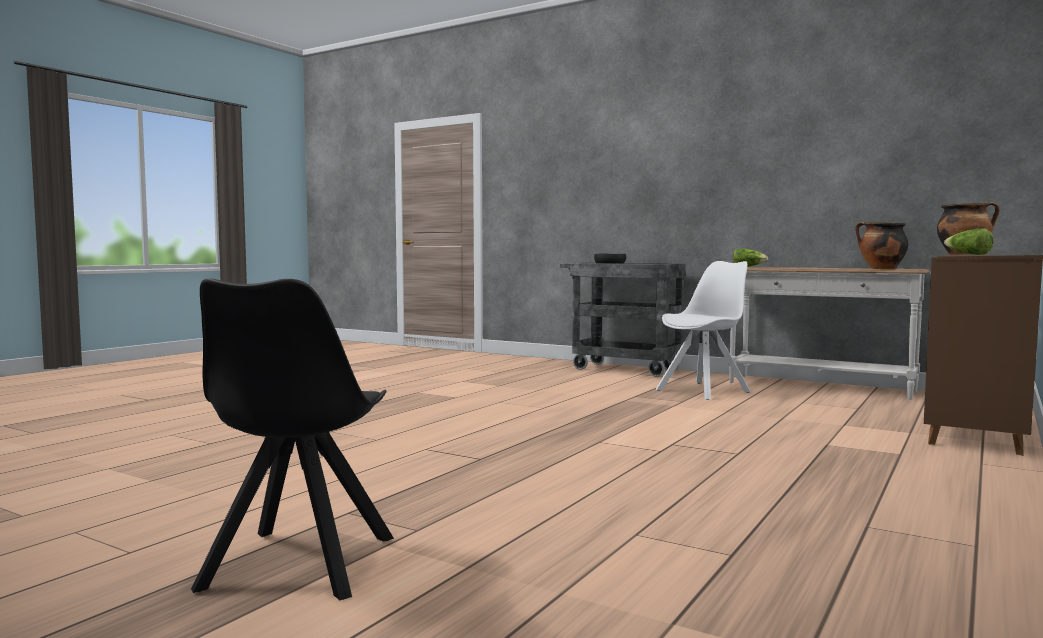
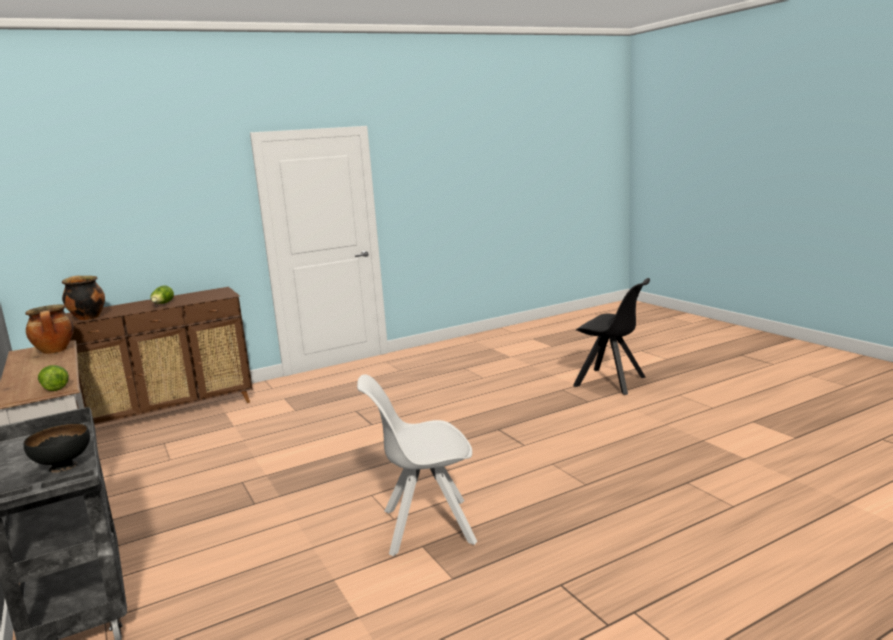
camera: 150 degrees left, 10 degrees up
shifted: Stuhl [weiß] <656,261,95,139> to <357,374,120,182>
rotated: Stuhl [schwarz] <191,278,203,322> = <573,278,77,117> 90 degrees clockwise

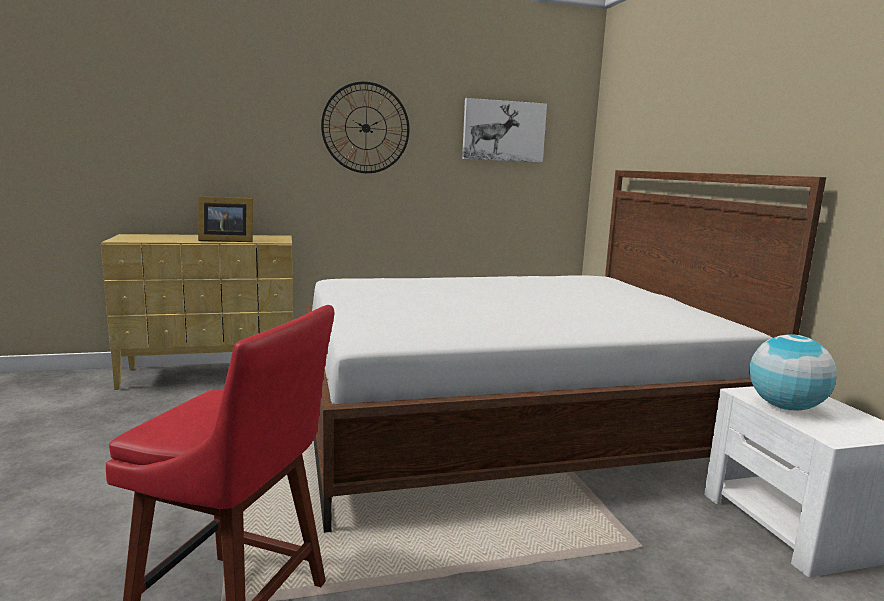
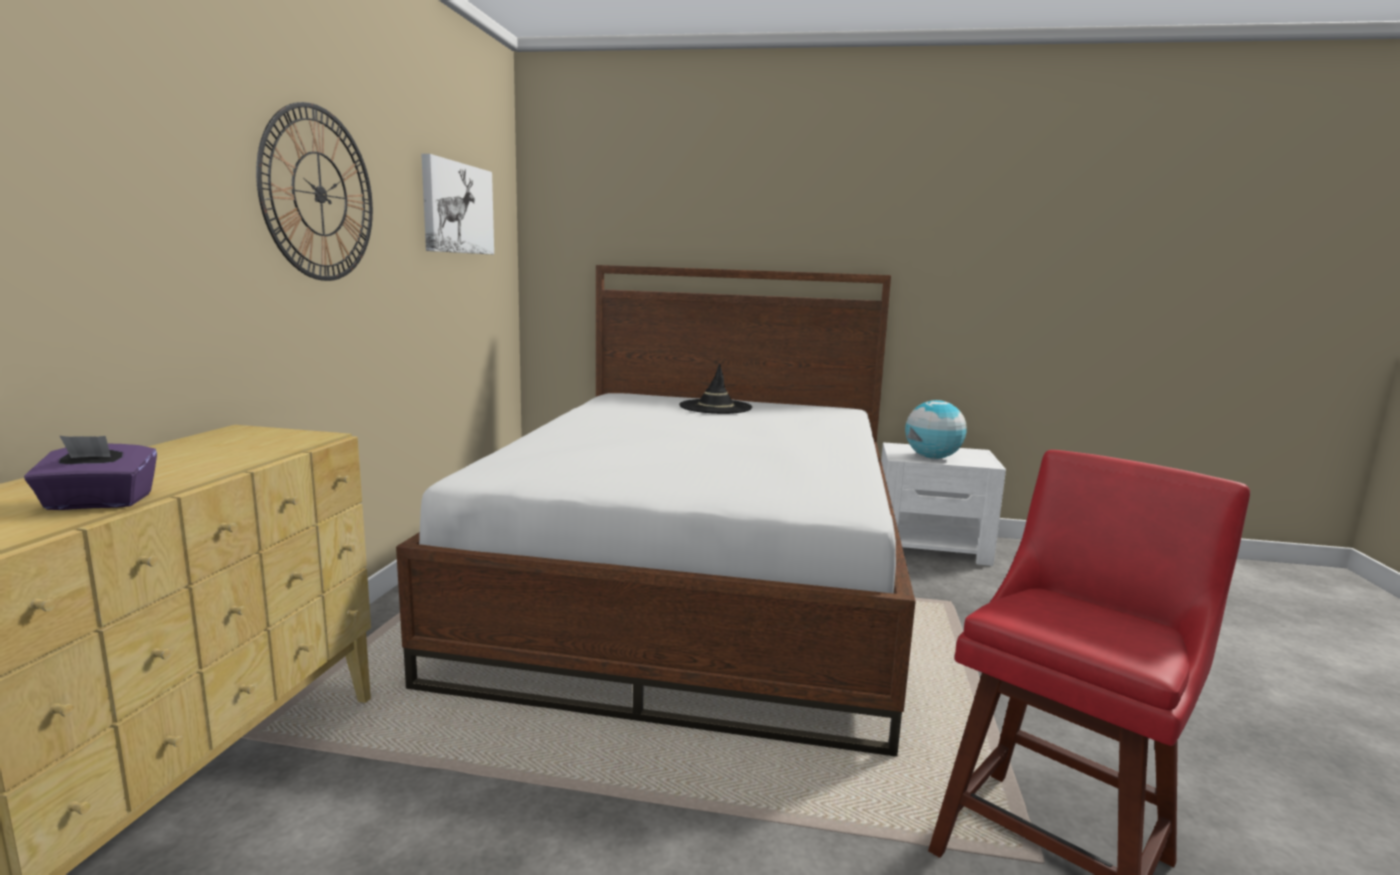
camera: 65 degrees left, 0 degrees up
gone: Bilderrahmen <198,196,55,46>
new: Taschentuchbox [lila] <24,436,133,74>; Hut [schwarz] <679,363,73,51>

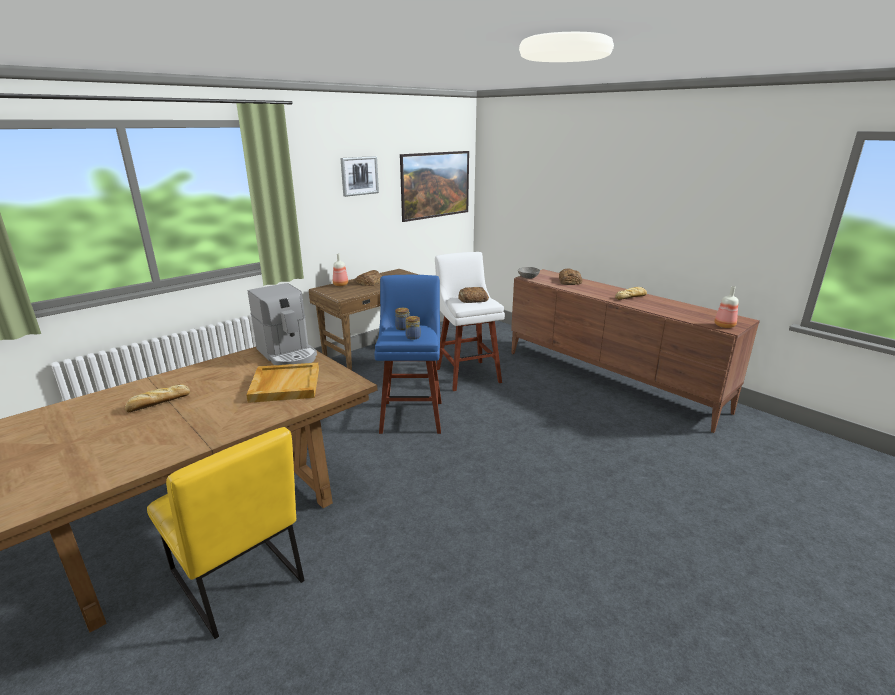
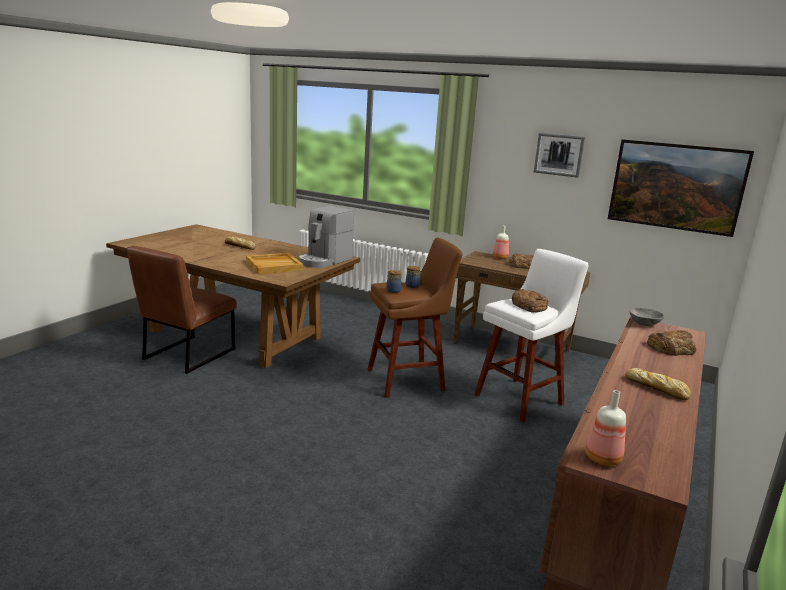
camera: 70 degrees right, 5 degrees down
repainted: Stuhl [gelb] <147,427,158,212> to Stuhl [braun] <127,246,110,128>; Hocker [blau] <374,275,68,159> to Hocker [braun] <367,237,96,161>

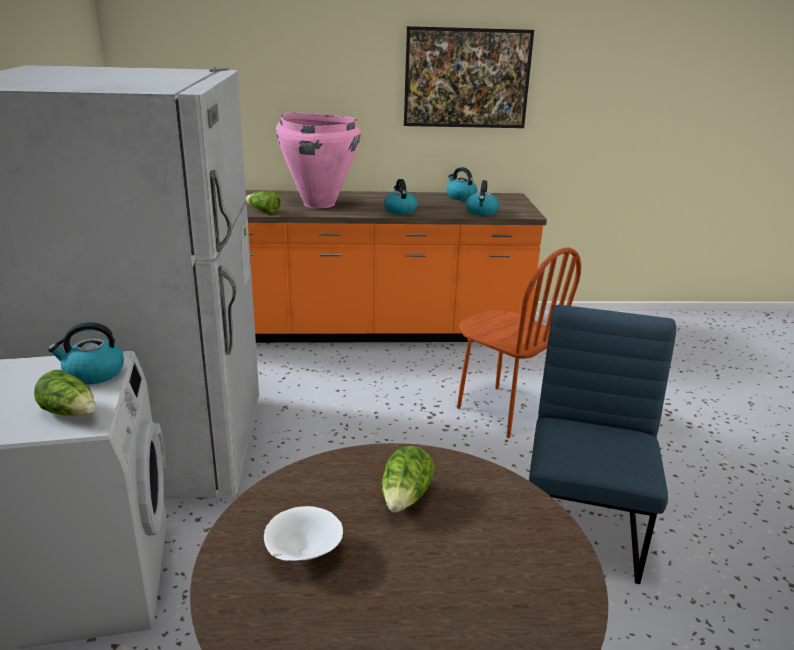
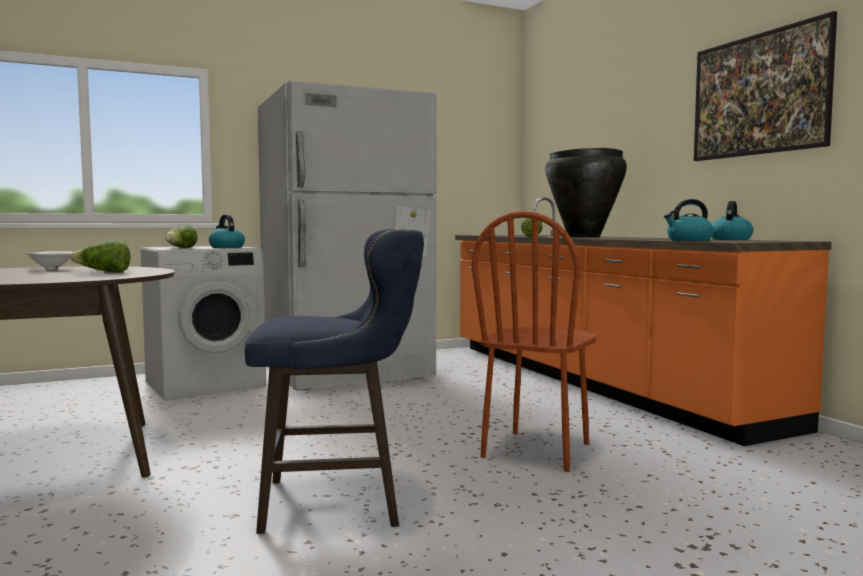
camera: 70 degrees right, 20 degrees down
gone: Wasserkessel <384,179,34,36>
swapped: Stuhl [blau] <529,305,147,279> to Hocker [blau] <245,229,179,305>
repainted: Vase [rosa] <276,113,85,95> to Vase [schwarz] <545,148,82,89>

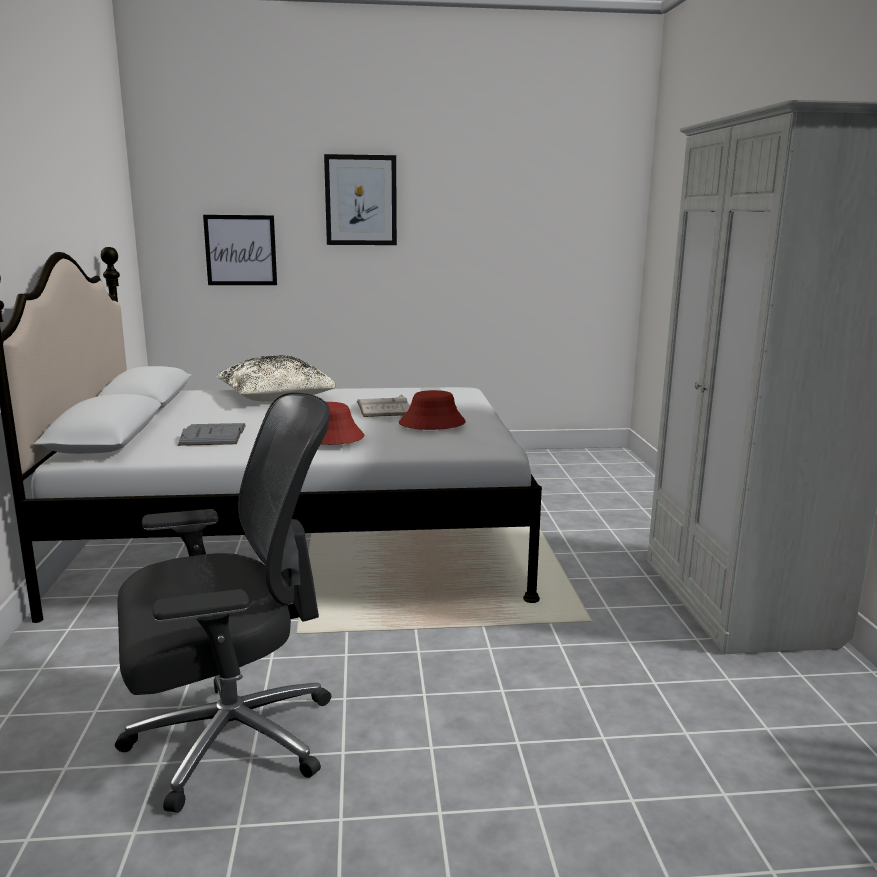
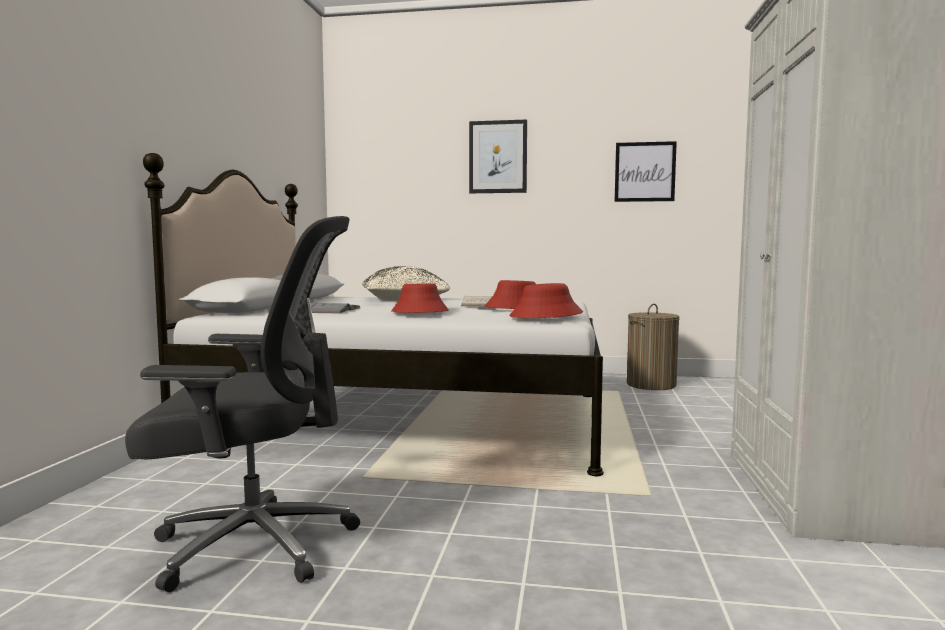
camera: 15 degrees right, 10 degrees down
new: Hut [rot] <510,283,73,35>; Wäschekorb <627,304,52,86>
shifted: Bild <203,215,74,70> to <615,141,62,61>

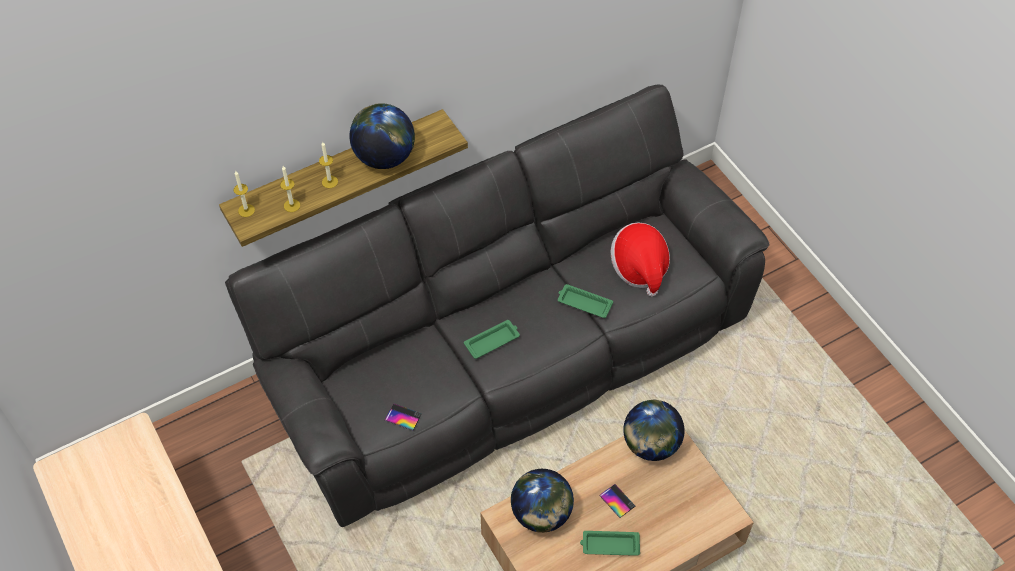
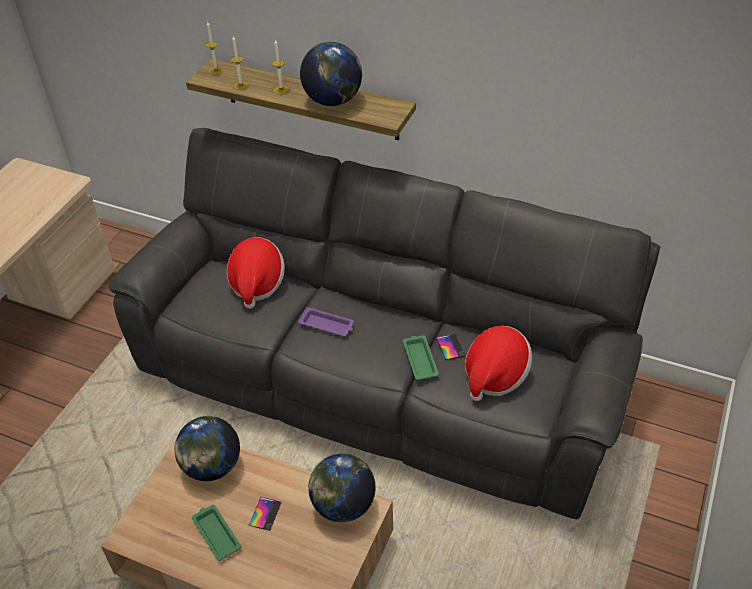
camera: 55 degrees right, 10 degrees down
new: Hut <227,237,58,72>
shifted: Handy <385,403,37,27> to <436,334,29,26>
repainted: Tablett [grün] <464,320,56,39> to Tablett [lila] <298,307,56,30>

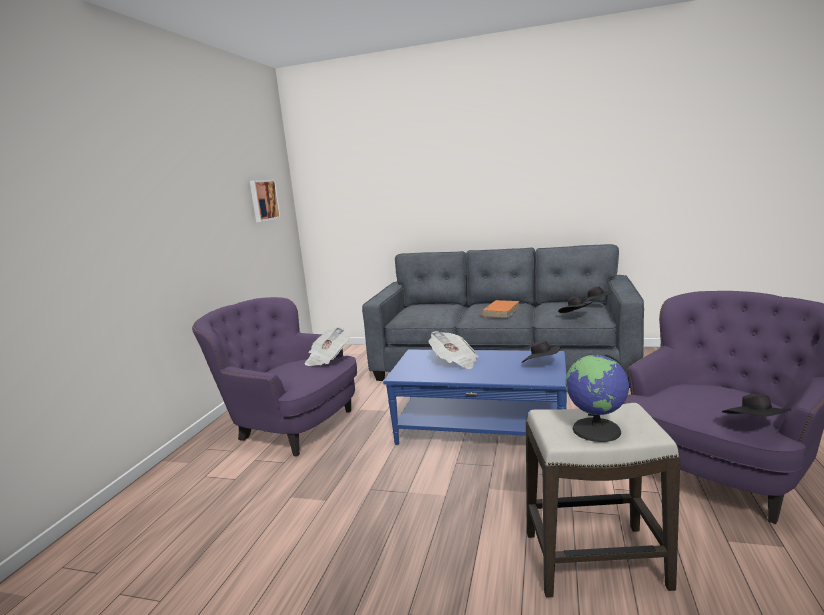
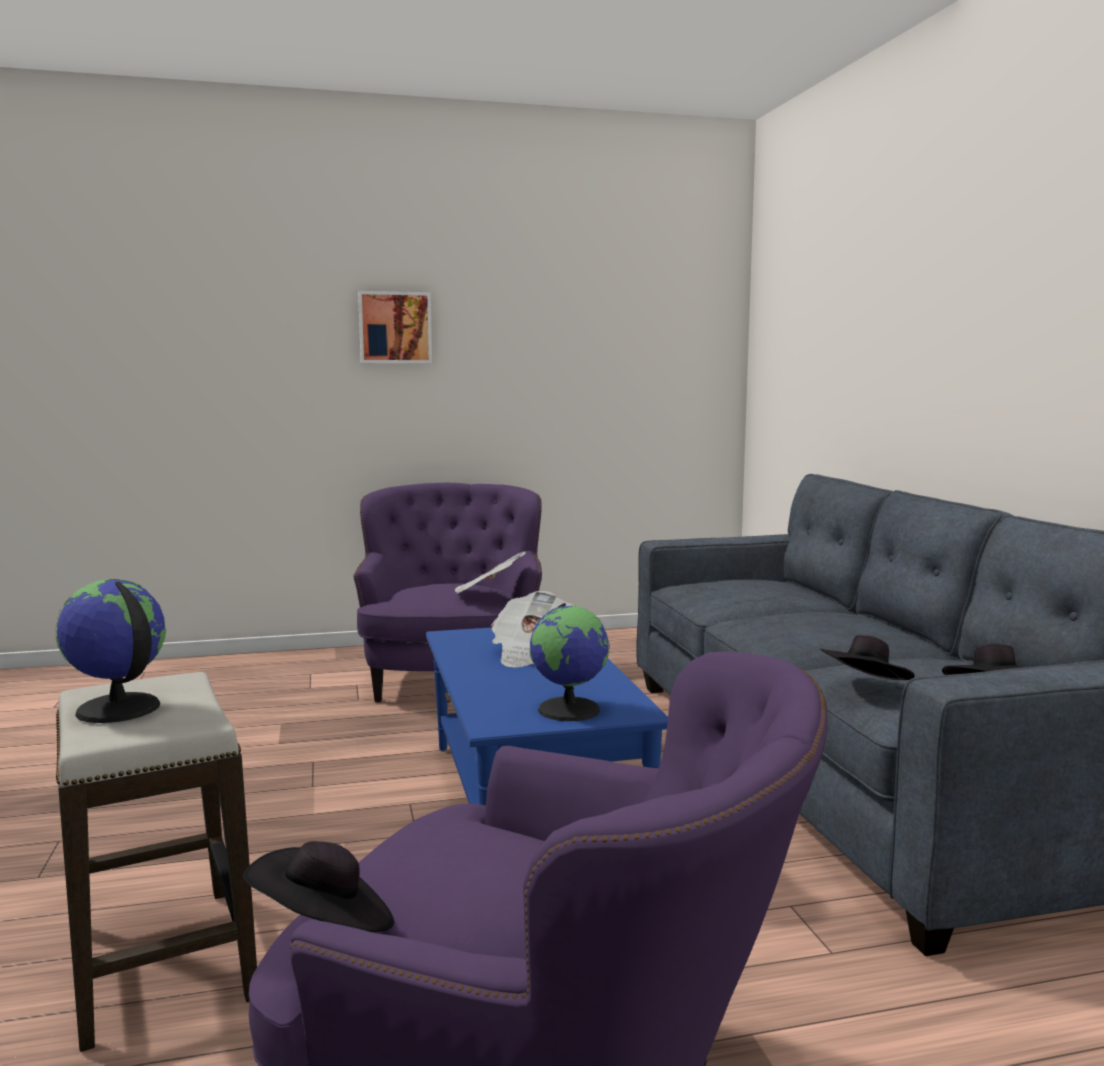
camera: 60 degrees right, 5 degrees down
gone: Buch [orange] <481,300,39,18>
shifted: Bild <250,180,31,42> to <358,291,74,72>
swapped: Hut [schwarz] <522,341,38,22> to Globus <530,603,80,118>

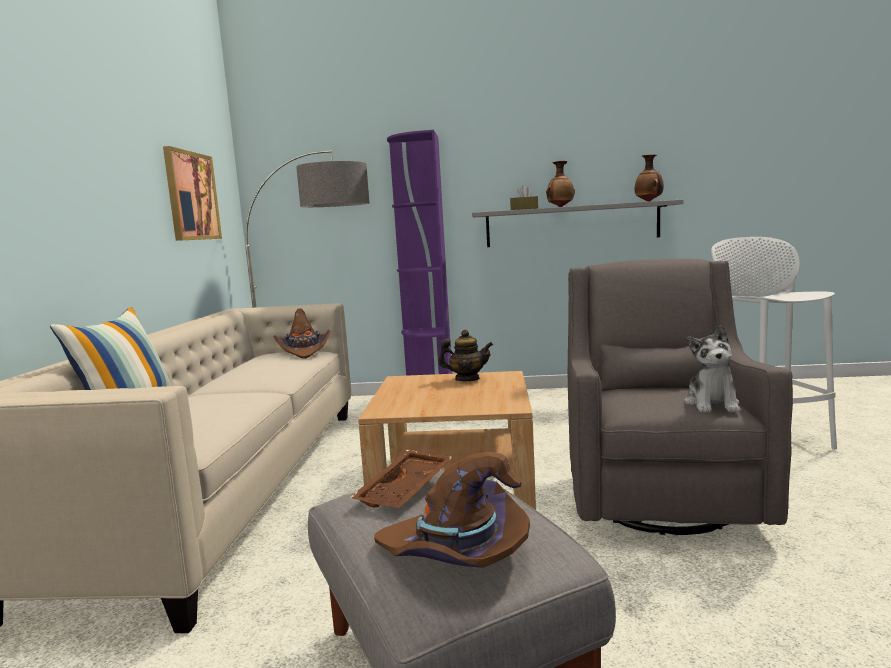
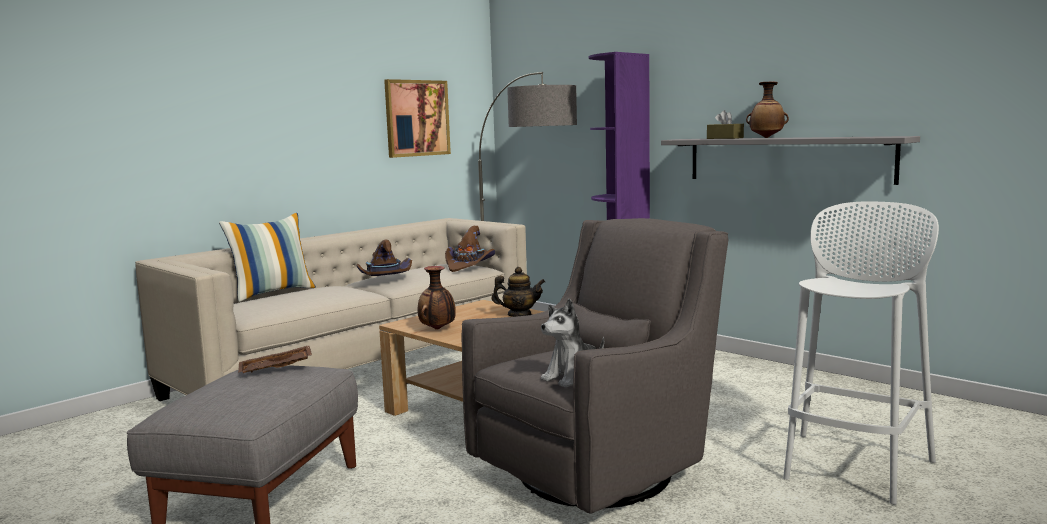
camera: 40 degrees right, 0 degrees up
shifted: Hut [braun] <374,452,156,116> to <356,239,56,37>; Vase <635,155,29,47> to <418,266,38,64>
rotated: Teekanne <438,330,55,51> = <492,267,53,50> 45 degrees counterclockwise

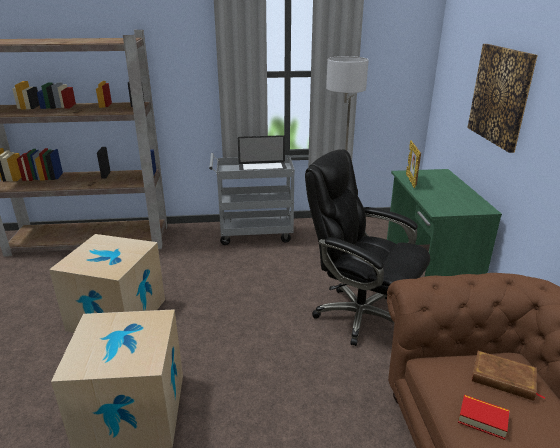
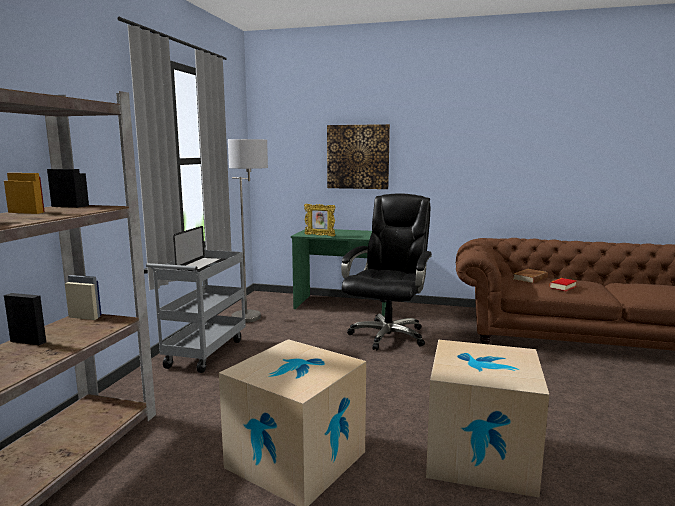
camera: 70 degrees left, 15 degrees down
rotated: Bürostuhl [schwarz] <305,149,125,197> = <341,193,91,158> 150 degrees clockwise

